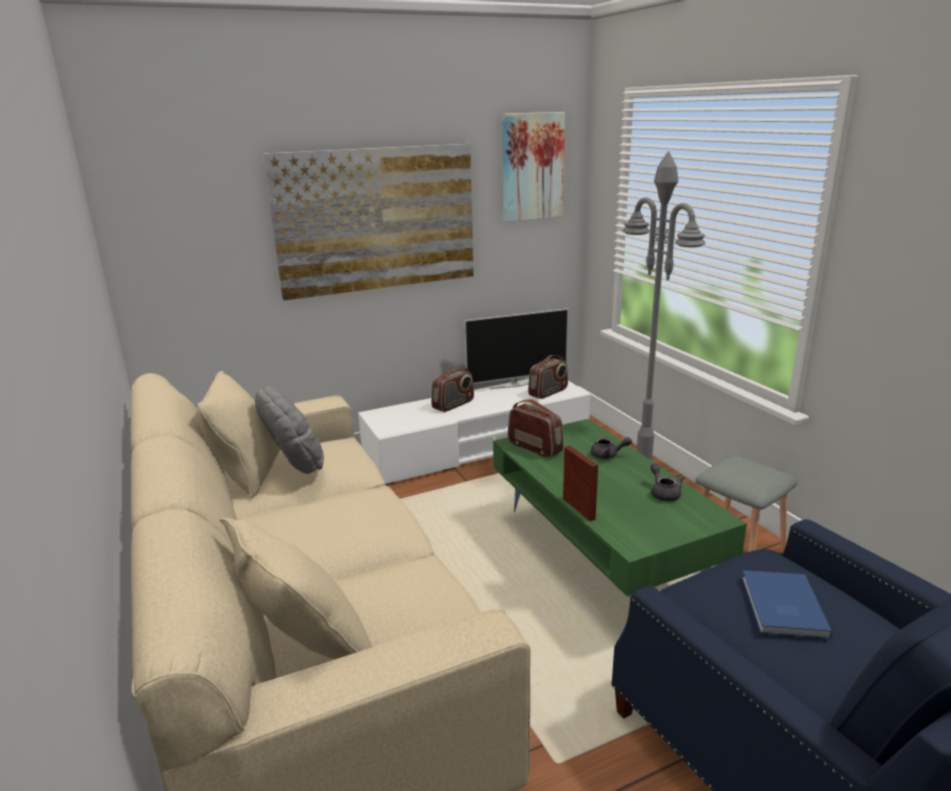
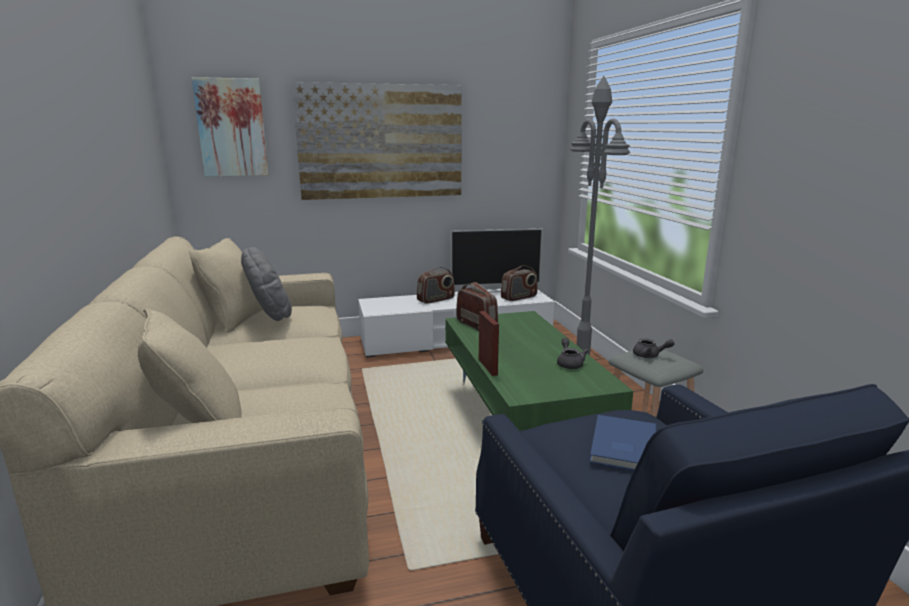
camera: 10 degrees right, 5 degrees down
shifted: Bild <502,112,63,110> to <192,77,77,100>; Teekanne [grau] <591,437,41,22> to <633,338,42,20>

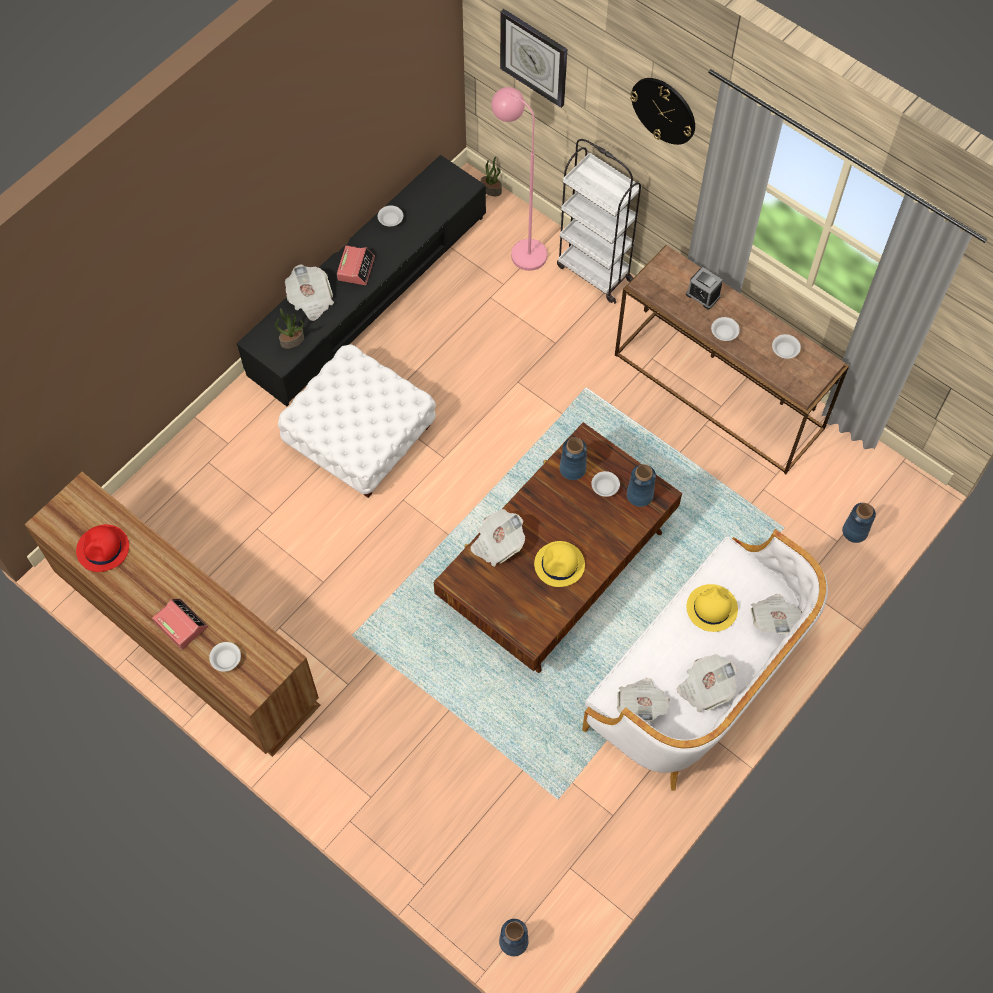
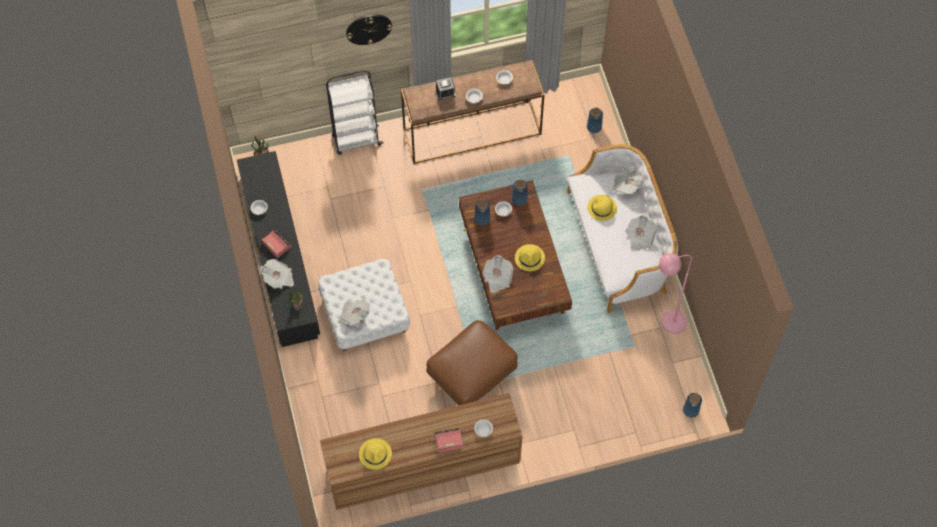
camera: 55 degrees left, 0 degrees up
gone: Wanduhr <500,9,67,99>
new: Polsterhocker [braun] <426,320,92,85>
shifted: Zeitung <617,678,53,44> to <340,300,30,25>; Stehlampe [rosa] <491,87,56,184> to <659,253,33,81>
repainted: Hut [rot] <76,524,53,48> to Hut [gelb] <359,438,33,32>

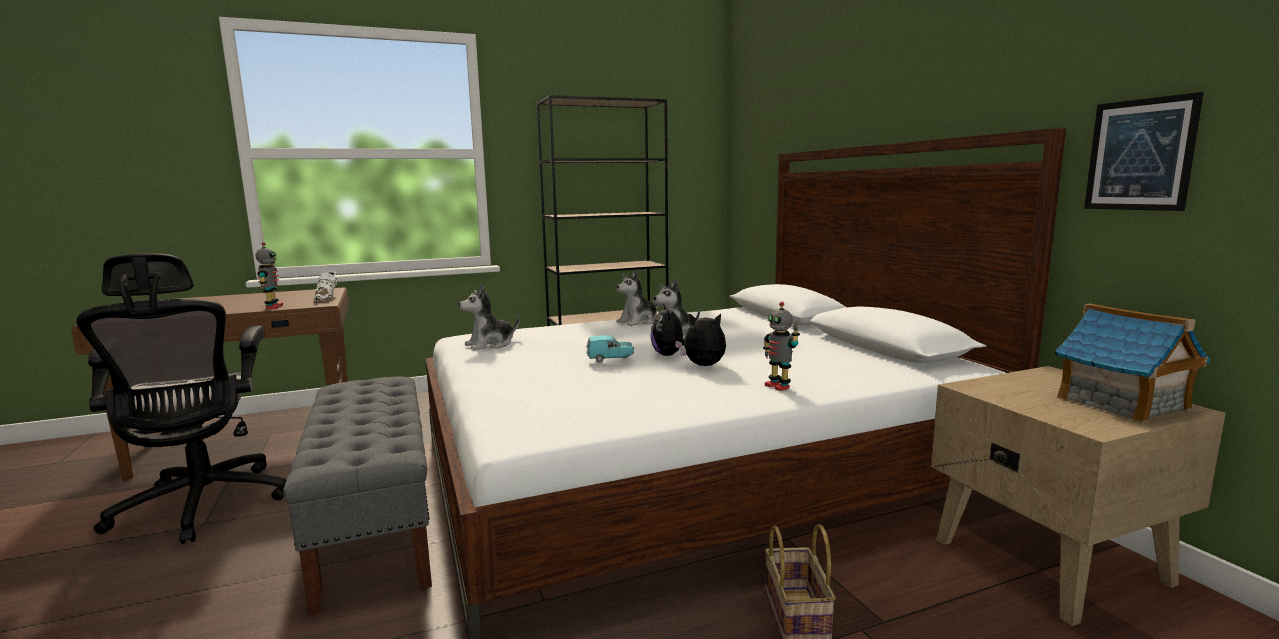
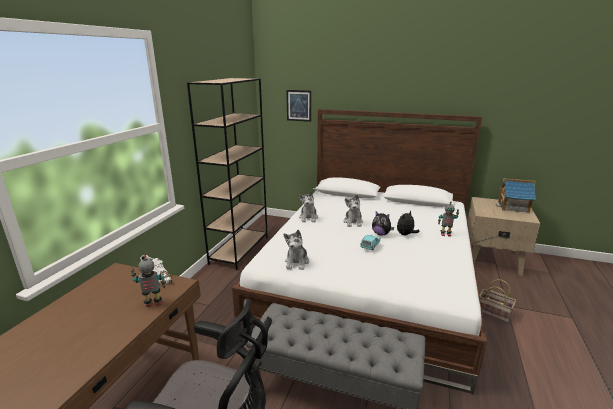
camera: 50 degrees left, 10 degrees up
shifted: Bild <1084,92,120,119> to <286,90,25,32>
rotated: Spielzeugroboter <255,242,28,67> = <131,255,35,52> 45 degrees counterclockwise

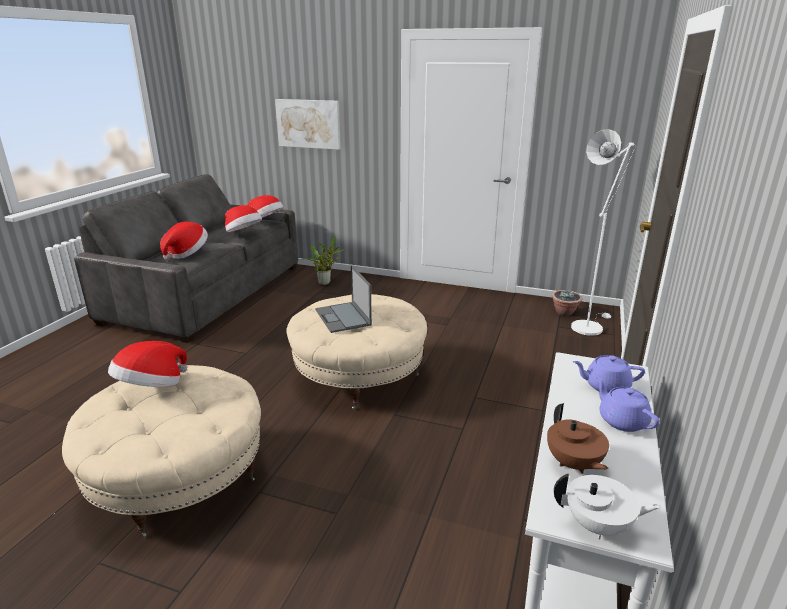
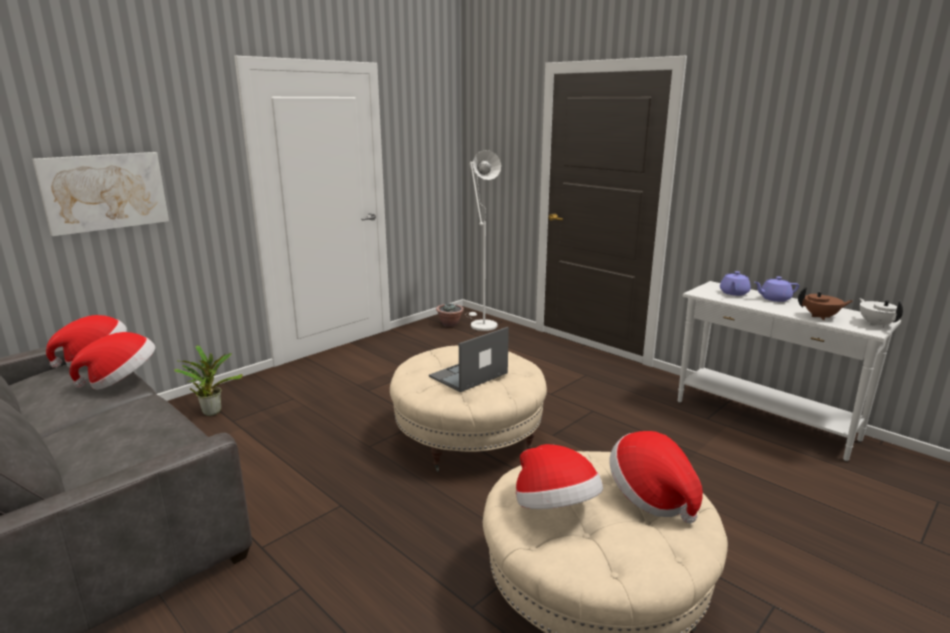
camera: 65 degrees left, 5 degrees down
shifted: Hut <160,222,48,38> to <609,431,94,93>
rotated: Laptop <315,265,57,68> = <429,327,80,66> 135 degrees clockwise; Teekanne [weiß] <554,473,106,66> = <859,298,44,30> 45 degrees counterclockwise

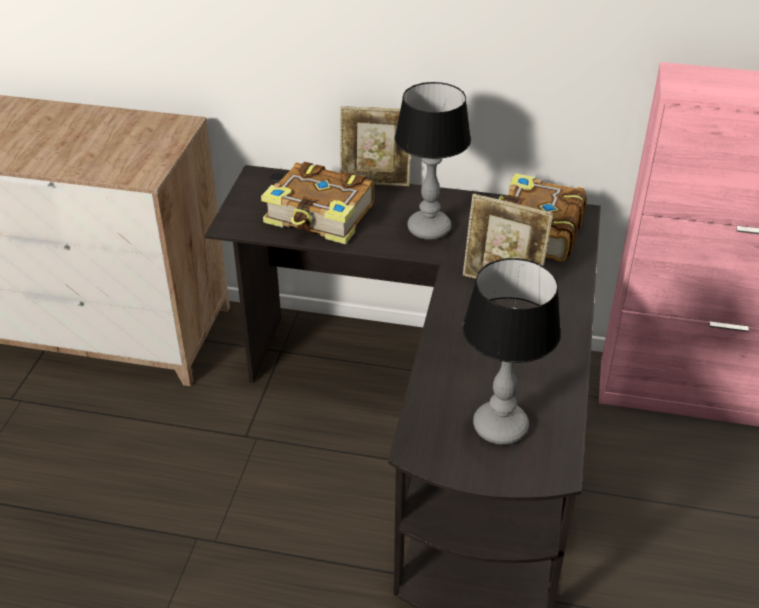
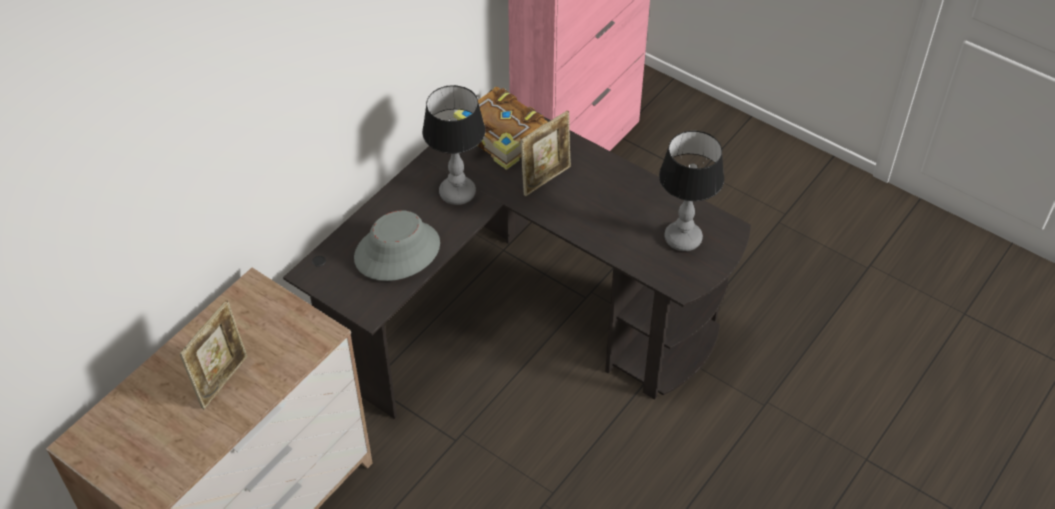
camera: 65 degrees left, 10 degrees up
shifted: Bilderrahmen <340,106,71,80> to <179,300,68,109>
swapped: Buch <261,162,113,82> to Hut [grau] <354,210,86,71>

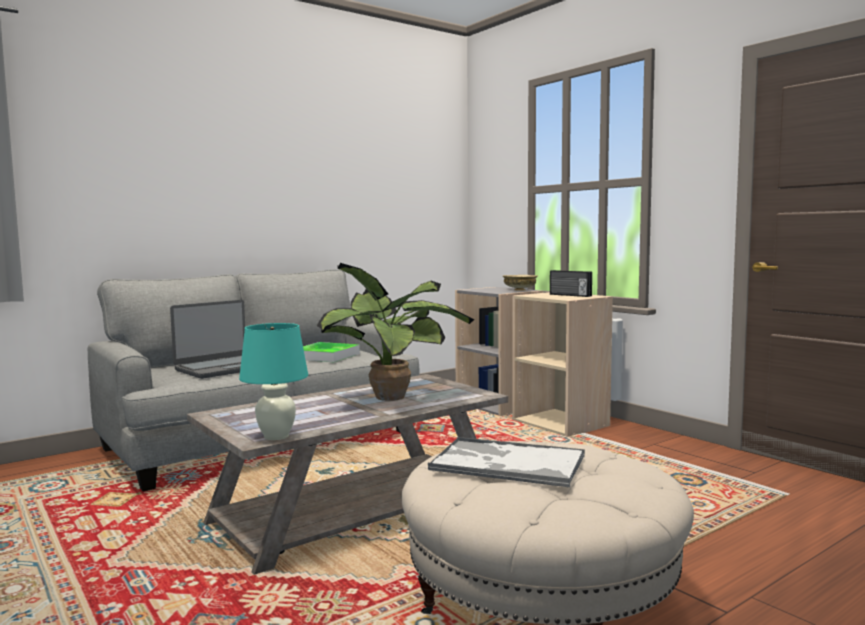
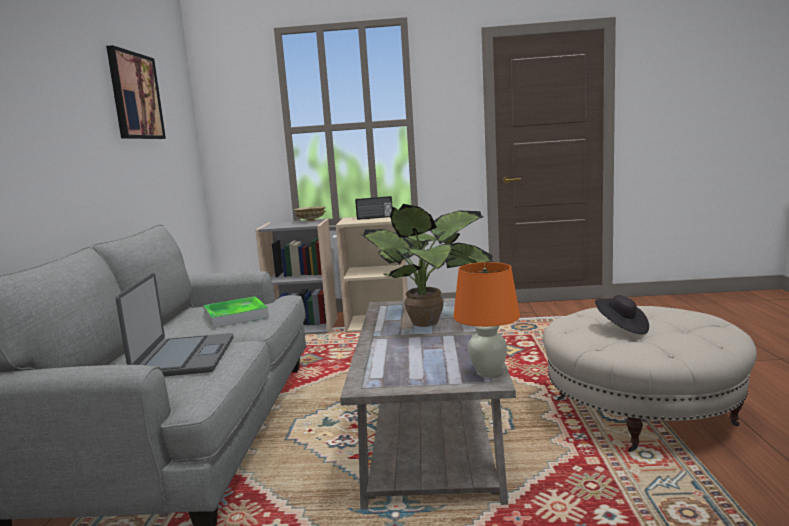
camera: 50 degrees left, 5 degrees up
new: Bild <106,45,60,94>
swapped: Tablett <428,437,157,50> to Hut [schwarz] <595,295,54,39>
repainted: Tischlampe [türkis] <239,323,69,117> to Tischlampe [orange] <453,262,67,115>

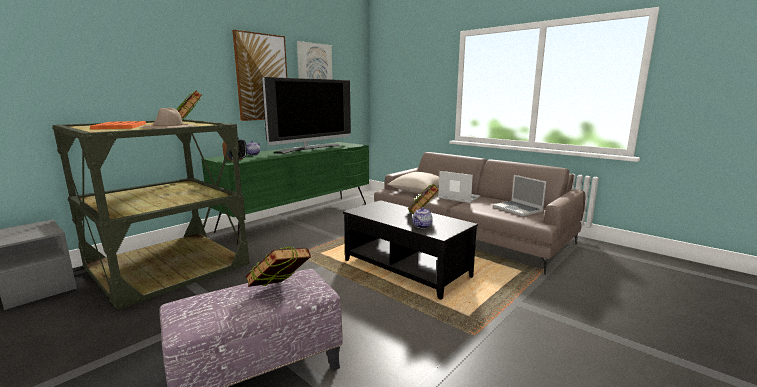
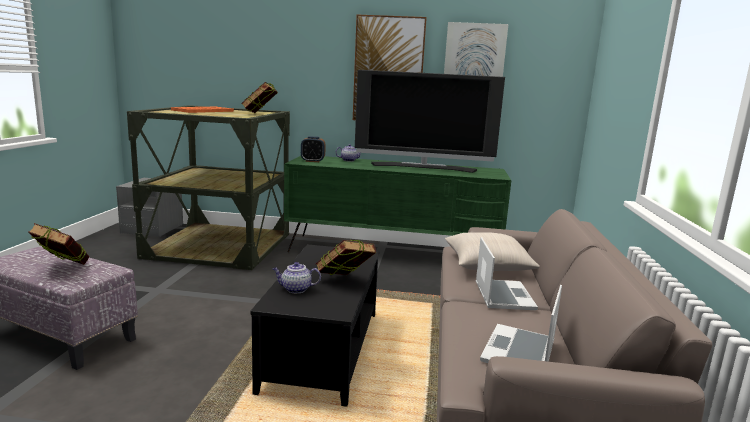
camera: 55 degrees right, 0 degrees up
gone: Hut [beige] <140,108,56,21>

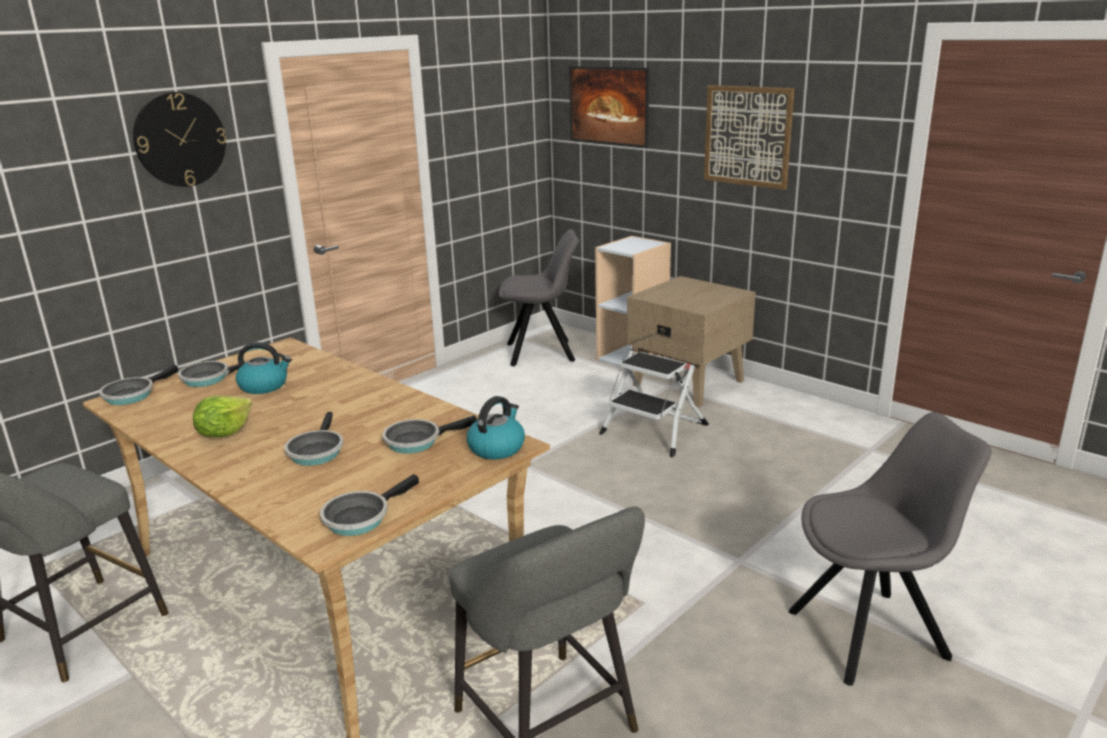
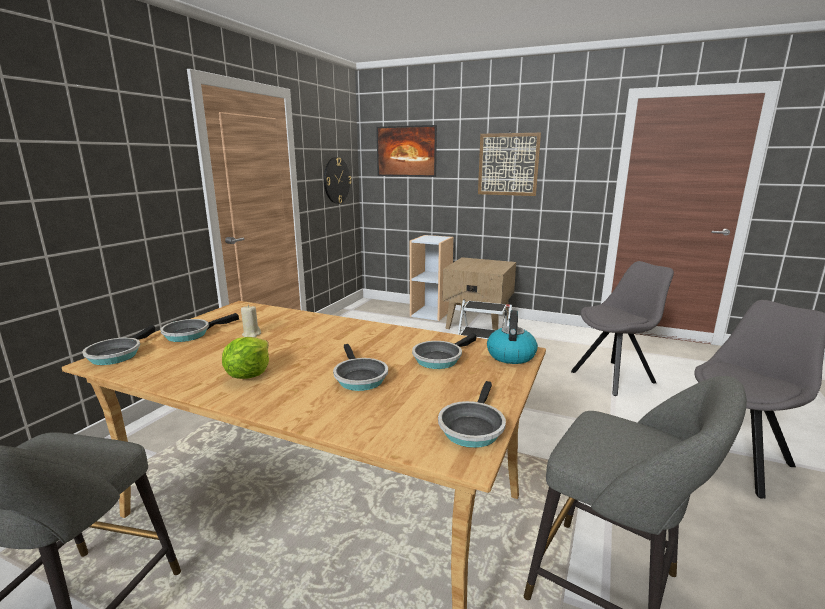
camera: 20 degrees left, 5 degrees down
shifted: Wanduhr <133,92,94,95> to <324,157,27,47>; Stuhl [grau] <499,229,80,137> to <571,261,103,135>
swapped: Wasserkessel <236,342,56,52> to Kerze [beige] <241,305,20,32>

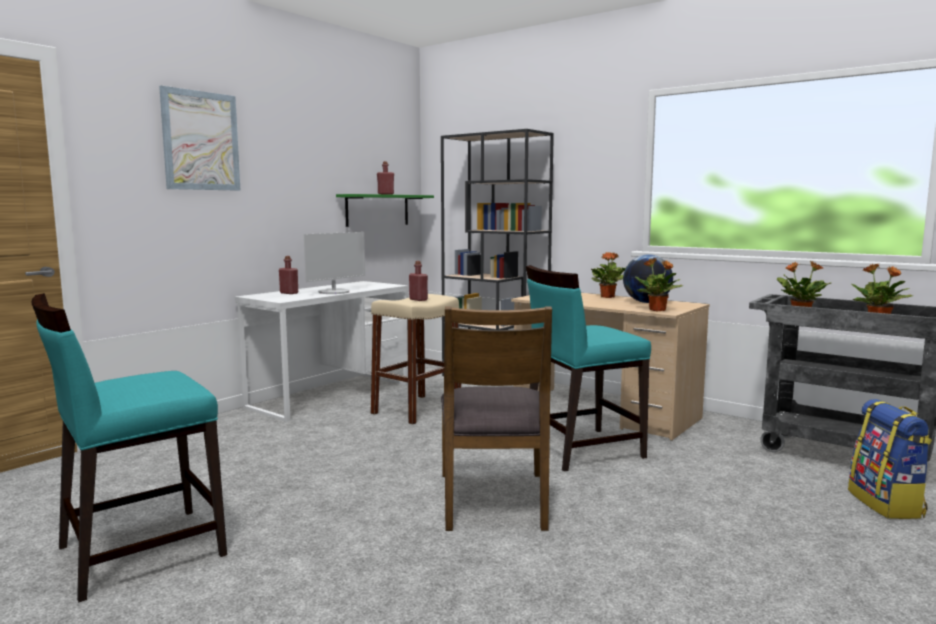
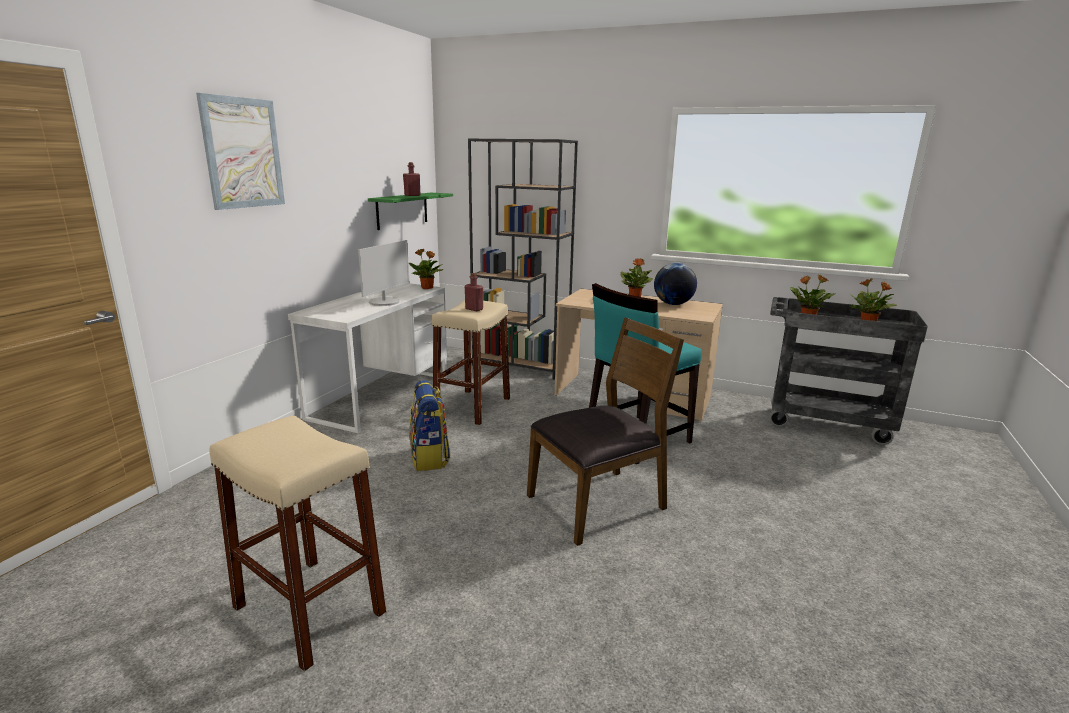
camera: 15 degrees left, 10 degrees up
gone: Flasche [rot] <279,256,19,38>
shifted: Topfpflanze <635,258,48,53> to <409,249,34,40>; Rucksack <848,399,84,120> to <409,380,41,91>
swapped: Stuhl [türkis] <31,293,196,310> to Hocker [beige] <210,415,176,257>
rotated: Stuhl [braun] <441,306,111,225> = <527,317,157,229> 105 degrees counterclockwise

